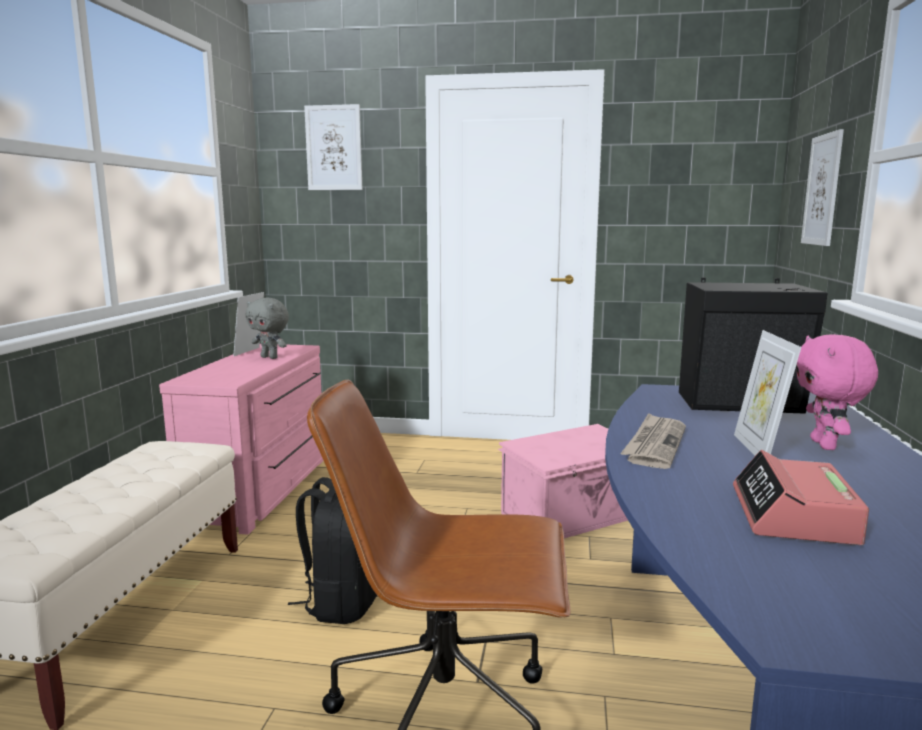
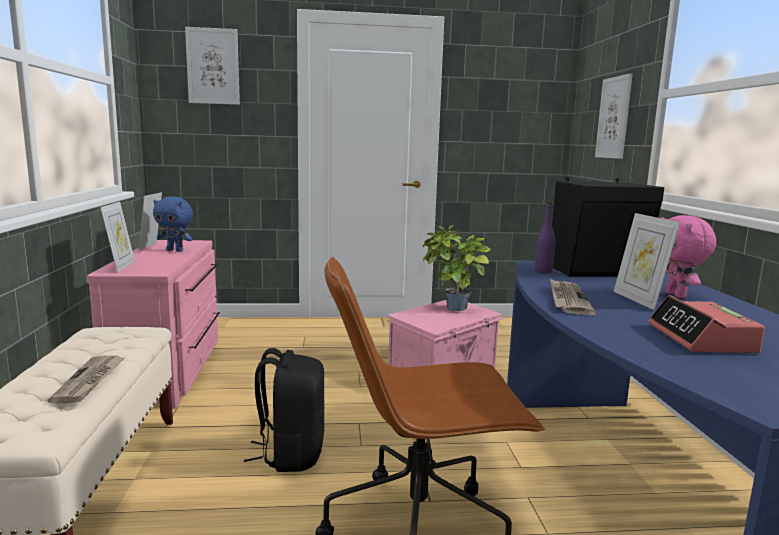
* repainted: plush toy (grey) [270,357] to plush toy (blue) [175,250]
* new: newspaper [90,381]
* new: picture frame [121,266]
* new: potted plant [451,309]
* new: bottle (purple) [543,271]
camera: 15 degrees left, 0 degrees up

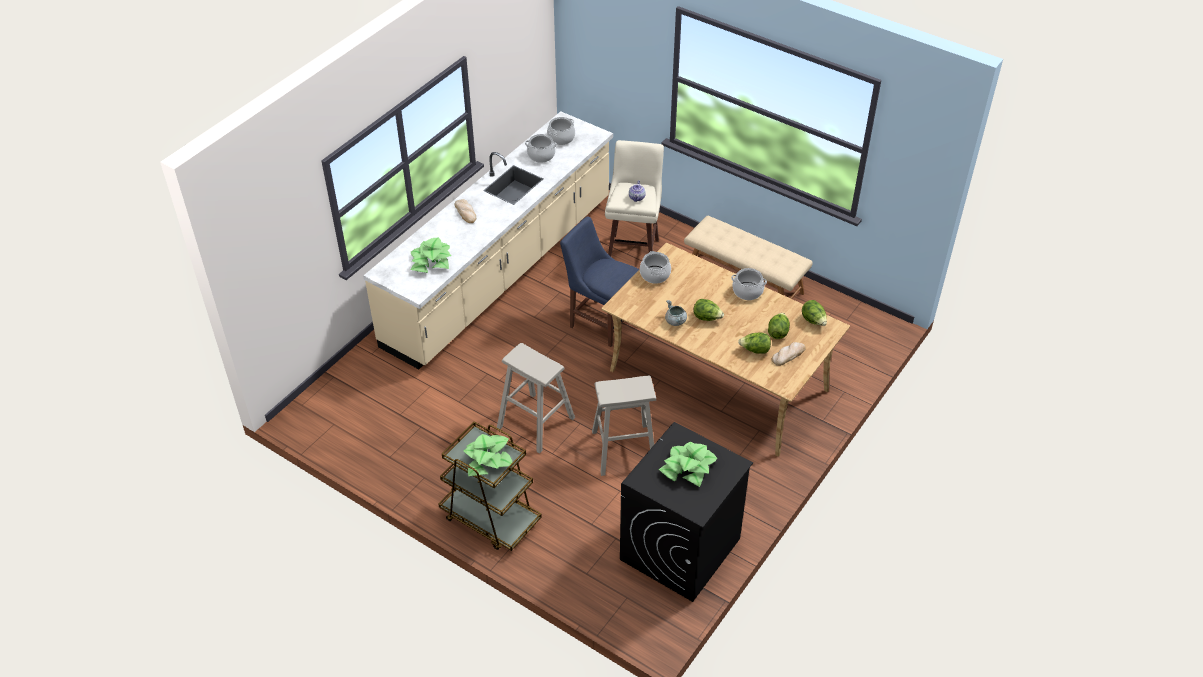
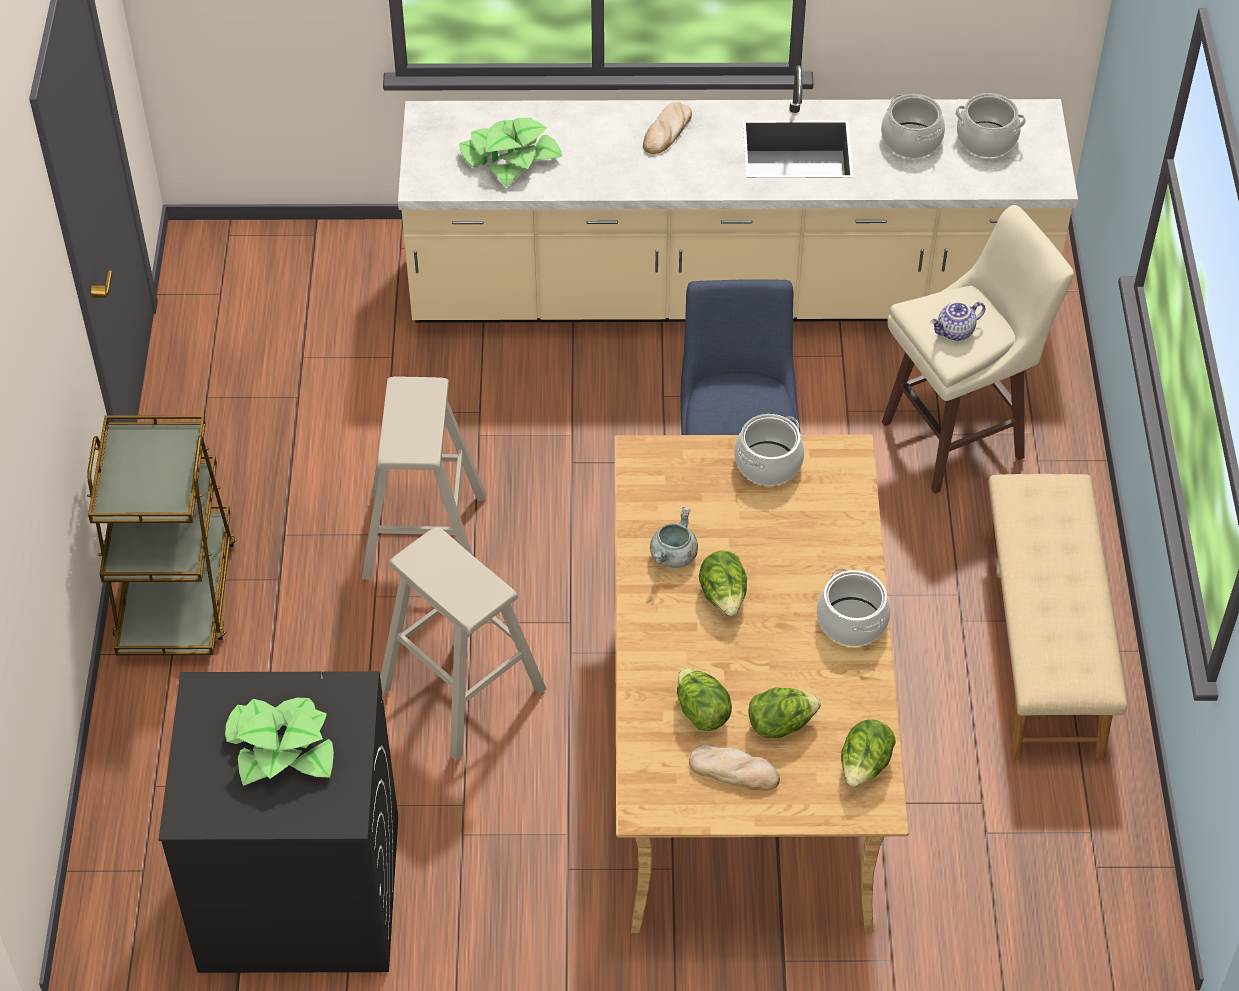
* gone: potted plant [488,459]
camera: 55 degrees right, 5 degrees up

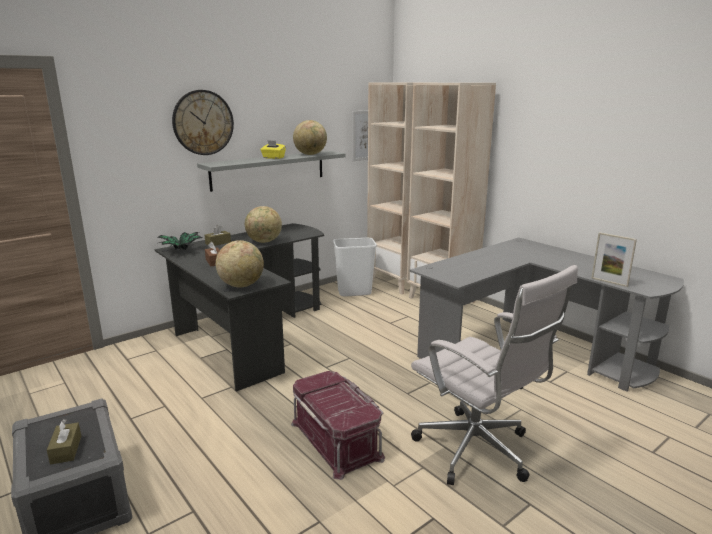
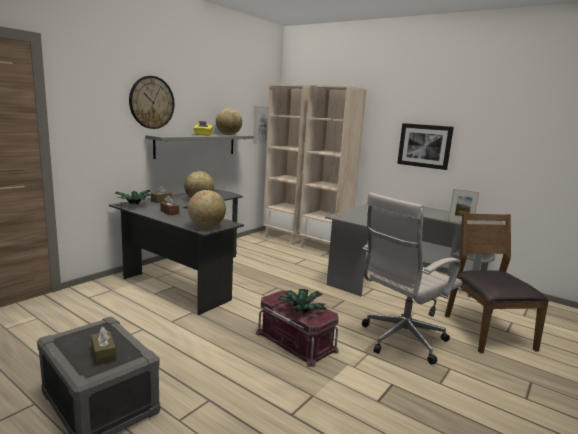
* gone: trash can (white) [354,292]
* rotated: office chair (white) [478,452] = [400,341] 105 degrees clockwise
* new: potted plant [300,311]
* new: picture [424,146]
* new: chair (brown) [486,331]
camera: 15 degrees left, 5 degrees down

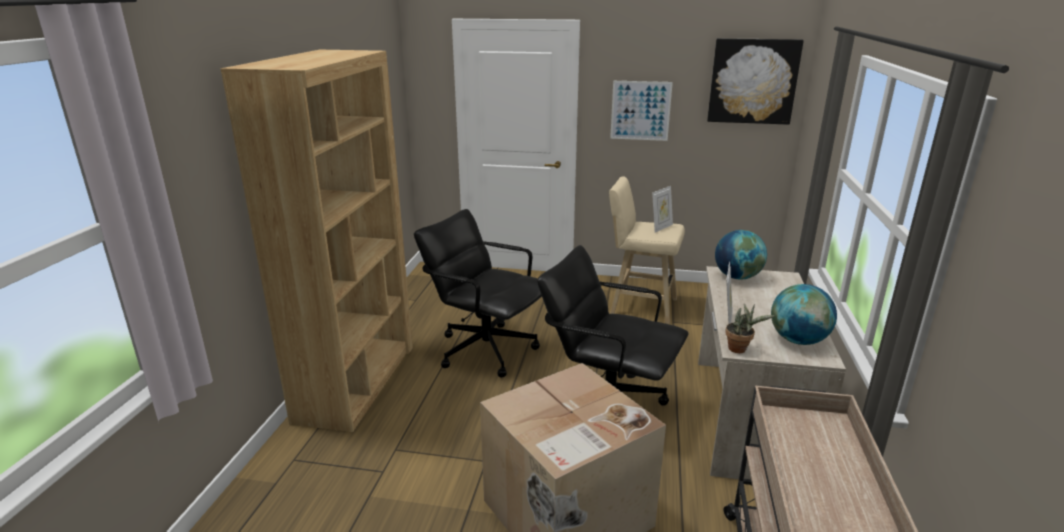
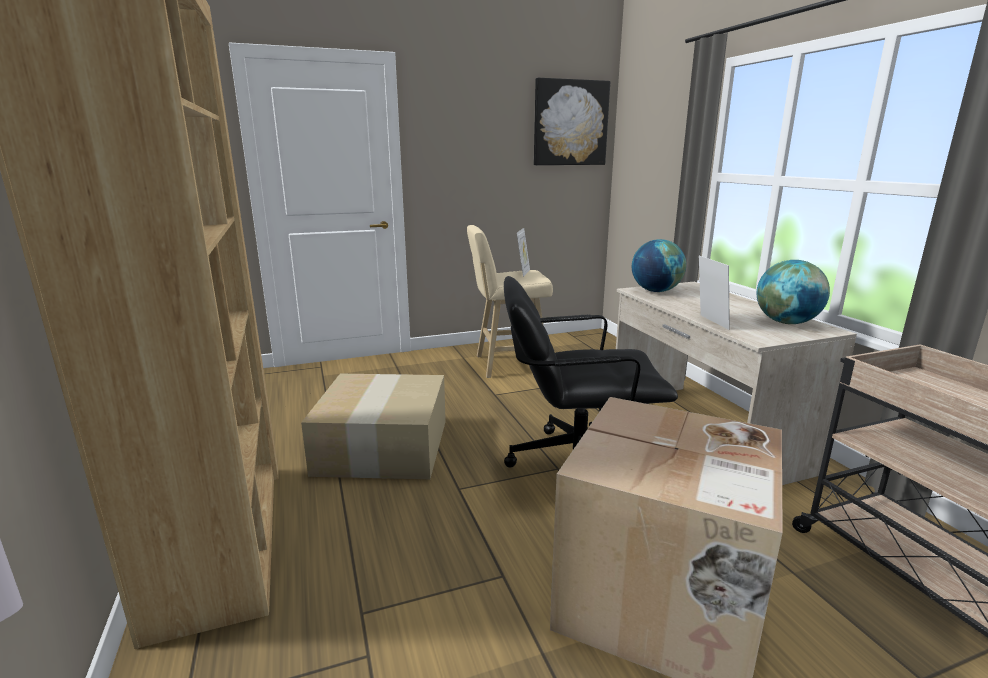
* swapped: office chair (black) [486,349] to cardboard box [381,445]
* gone: picture [640,110]
* gone: potted plant [740,349]
camera: 30 degrees left, 5 degrees down

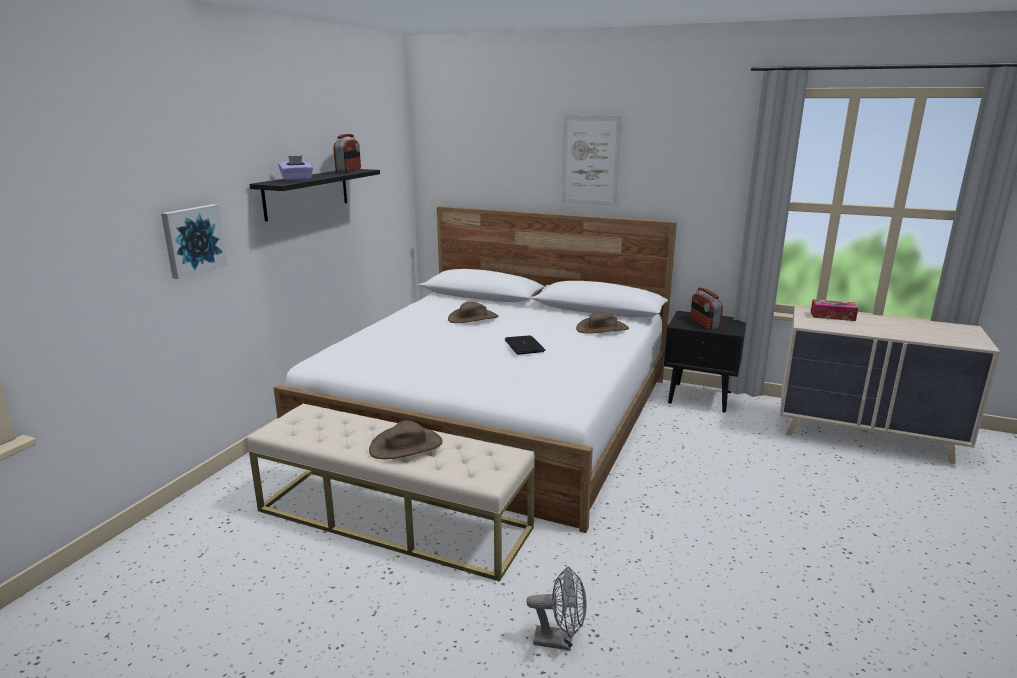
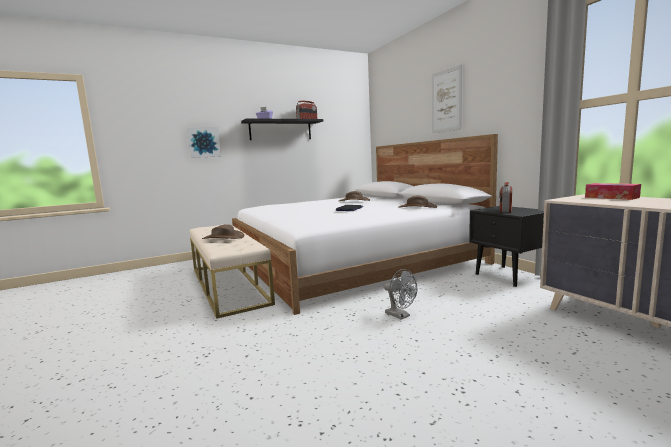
* shifted: fan (grey) [560,641] to [400,315]
camera: 40 degrees right, 10 degrees down

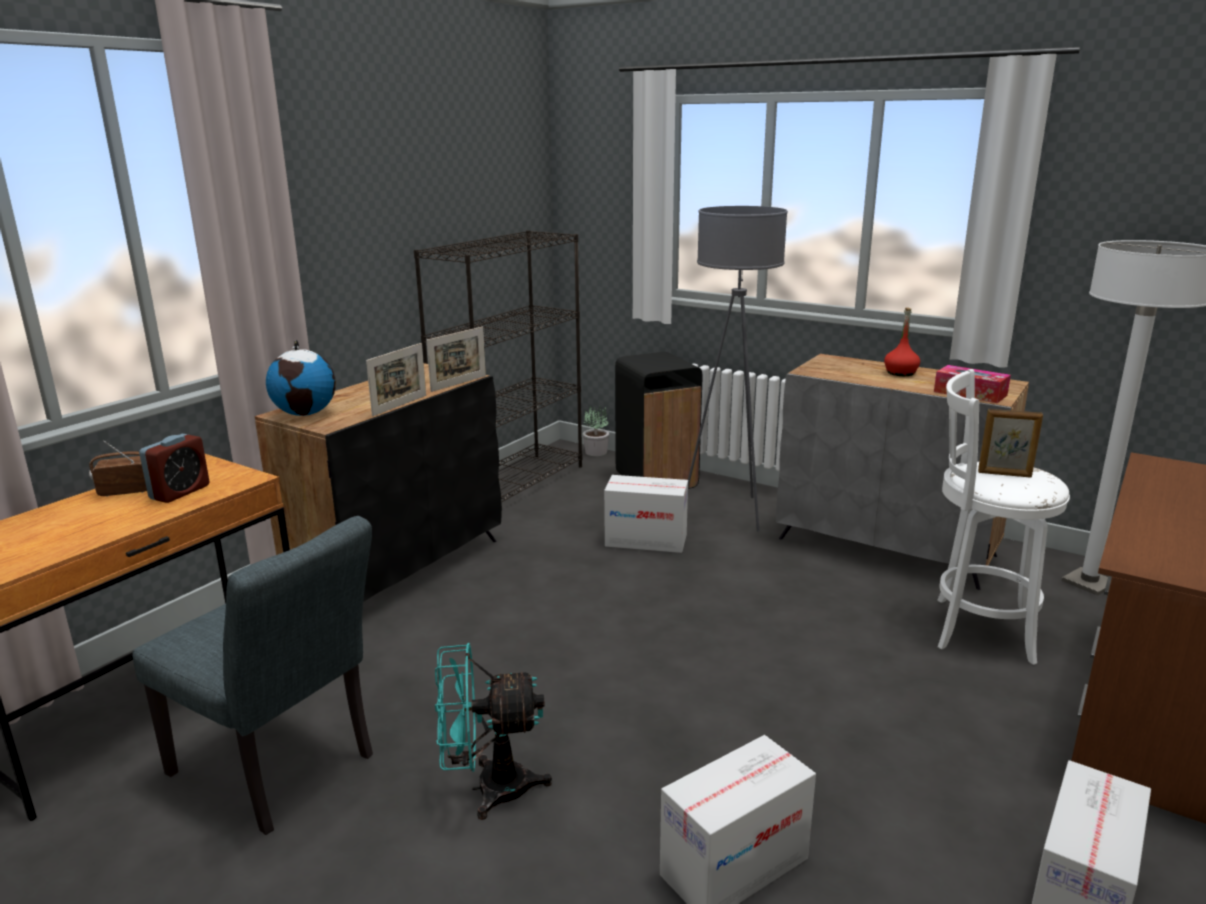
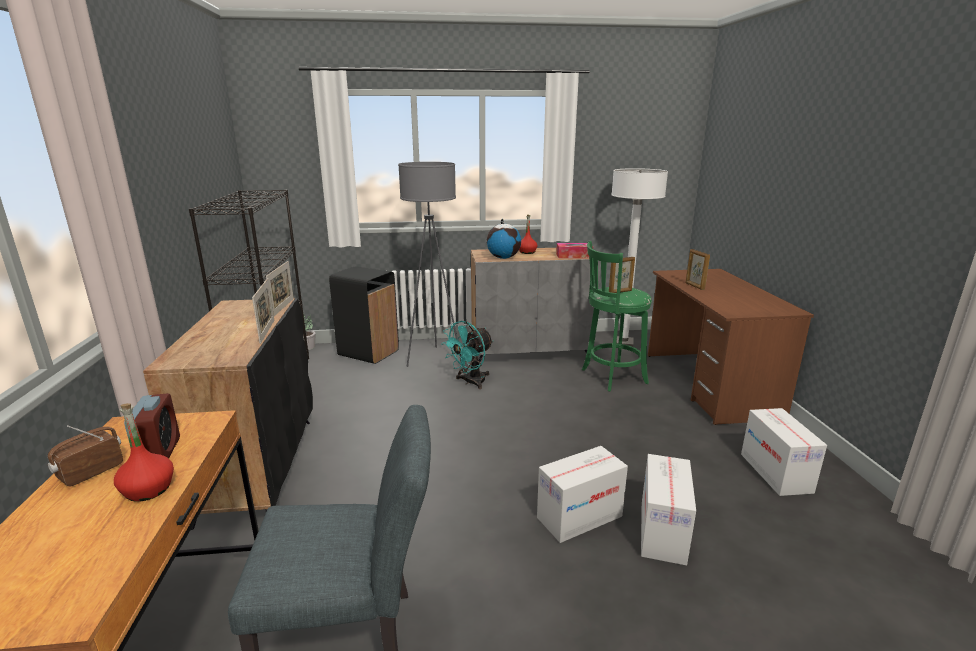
* shifted: globe [306,413] to [503,258]
* shifted: fan (turquoise) [488,788] to [470,382]
* shifted: cardboard box [646,540] to [579,517]
* repainted: stool (white) [976,629] to stool (green) [611,377]
* new: bottle (red) [148,489]
* new: picture frame [694,286]
camera: 40 degrees left, 0 degrees up

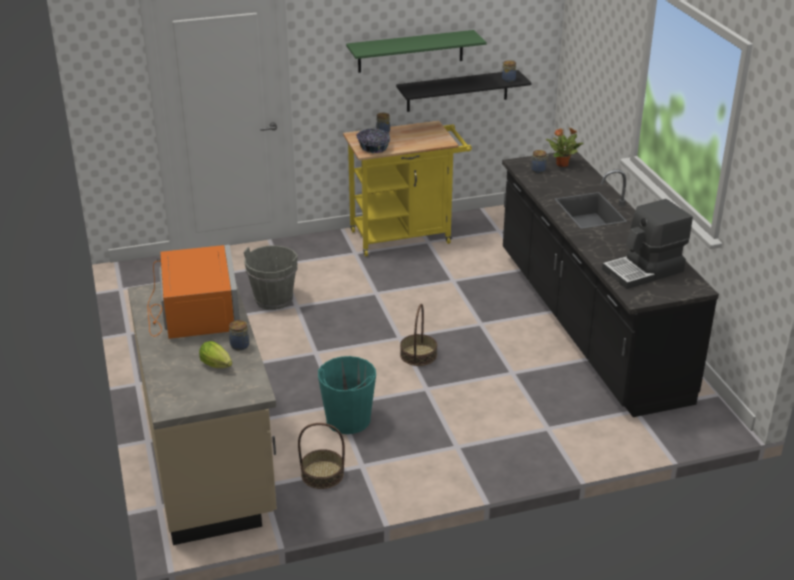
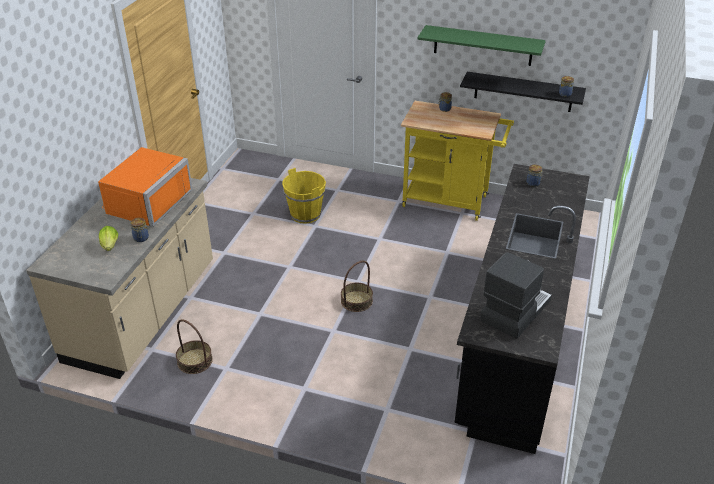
* repainted: bucket (grey) [274,299] to bucket (yellow) [305,214]
* gone: bucket (turquoise) [348,420]
* gone: bowl [373,147]
* gone: potted plant [562,164]
* rotated: coffee machine [644,271] = [514,310] 120 degrees clockwise
camera: 35 degrees right, 5 degrees up

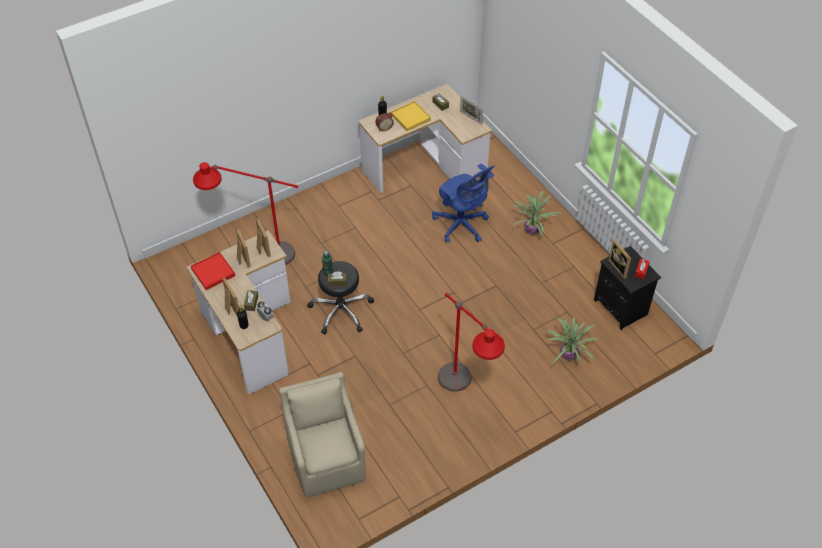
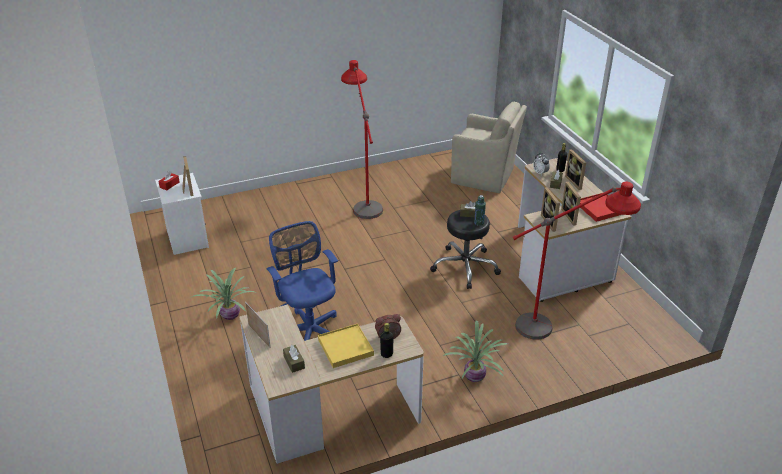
* rotated: armchair (beige) [327,459] = [484,177] 60 degrees counterclockwise
* shifted: potted plant [567,355] to [475,377]
* repainted: nightstand (black) [622,308] to nightstand (white) [186,239]
camera: 170 degrees left, 15 degrees down

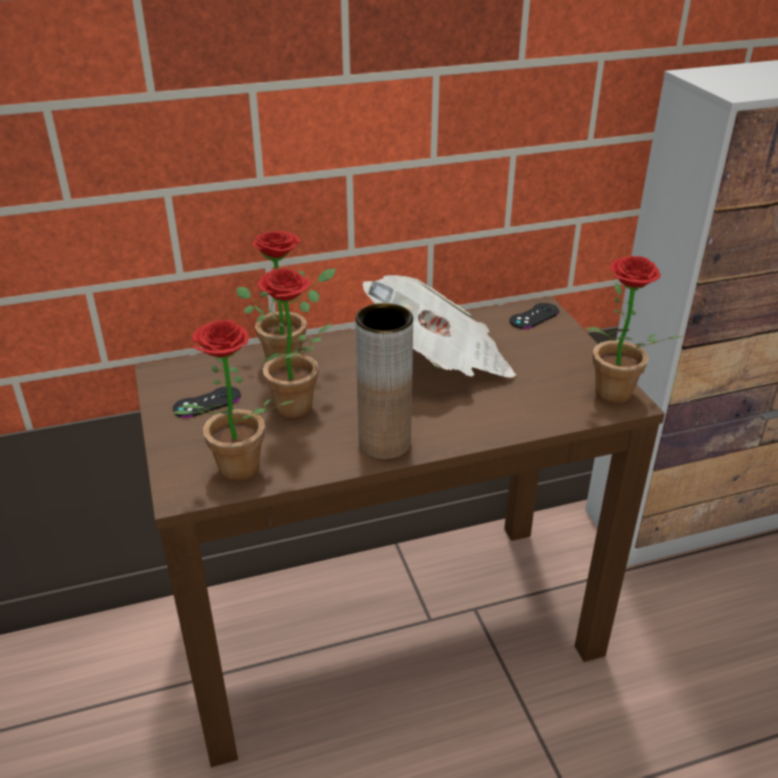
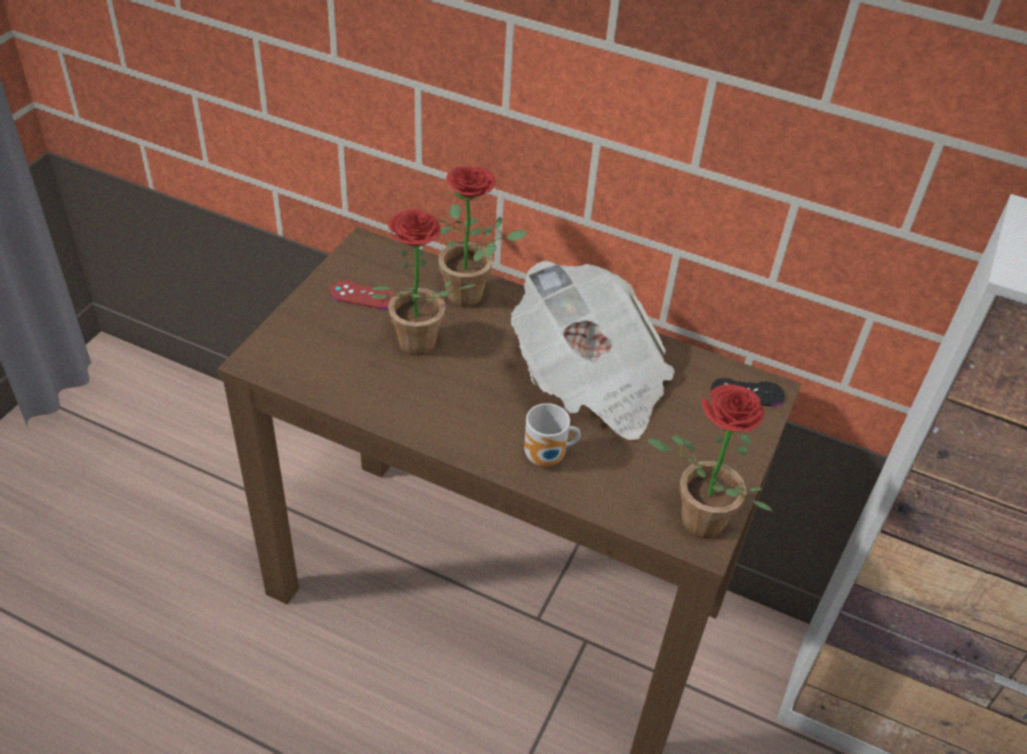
* gone: potted plant [235,474]
* repainted: game controller (black) [207,402] to game controller (red) [363,295]
* gone: vase (brown) [384,443]
* new: mug [547,458]
camera: 40 degrees right, 10 degrees up

